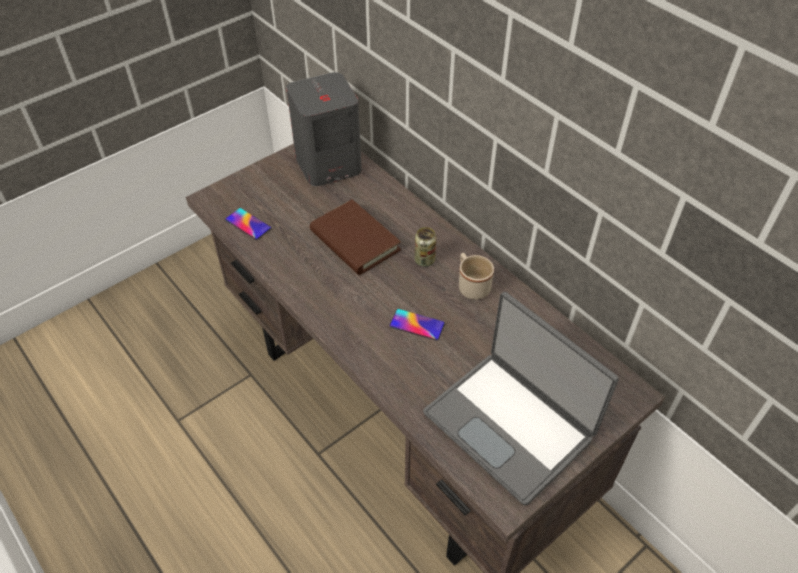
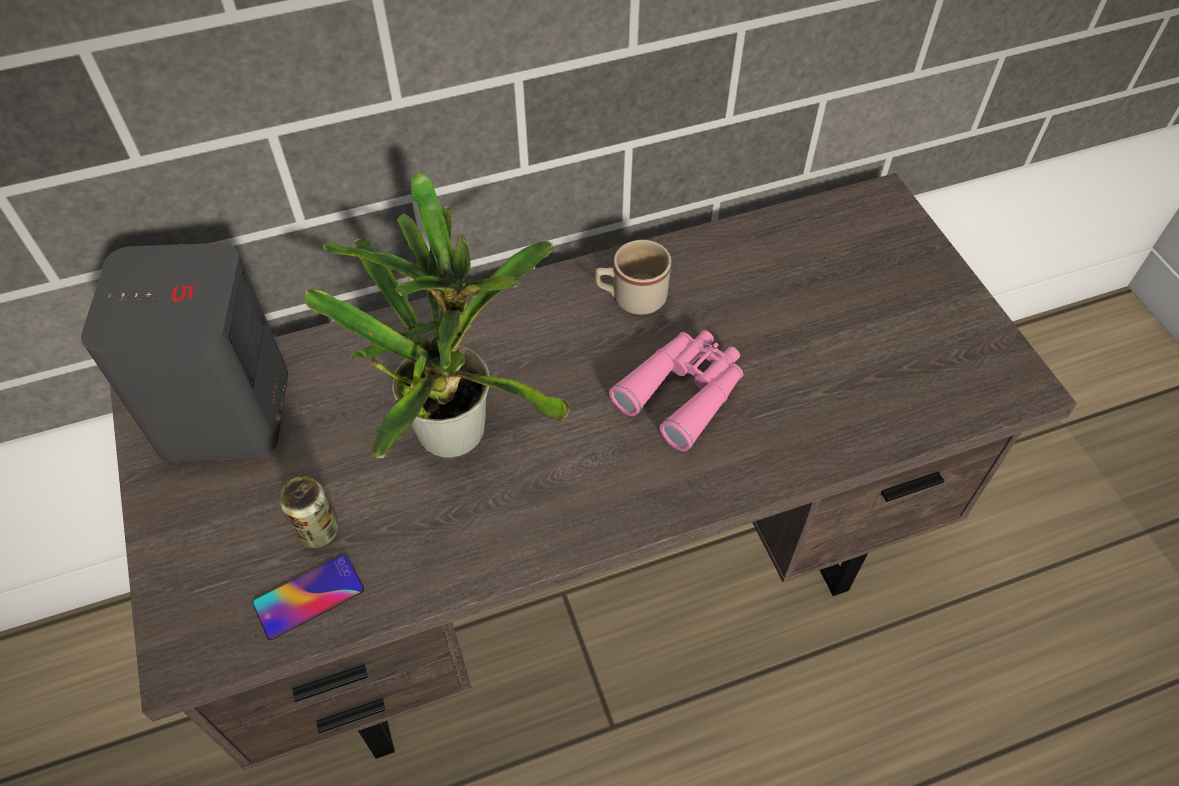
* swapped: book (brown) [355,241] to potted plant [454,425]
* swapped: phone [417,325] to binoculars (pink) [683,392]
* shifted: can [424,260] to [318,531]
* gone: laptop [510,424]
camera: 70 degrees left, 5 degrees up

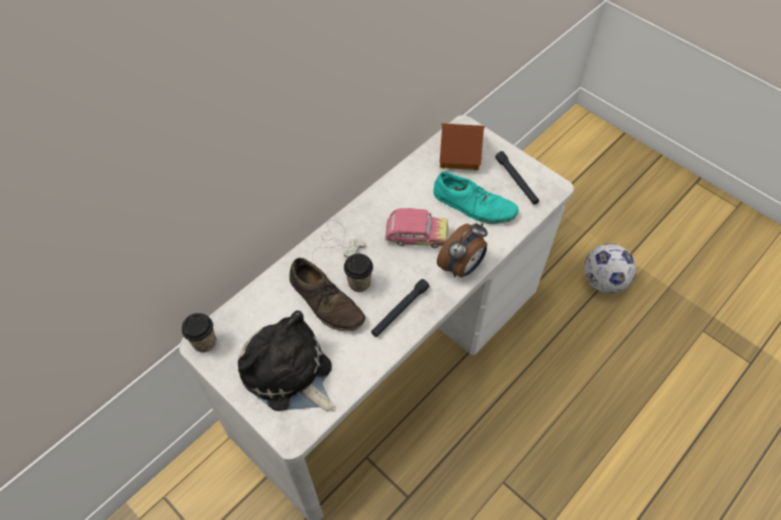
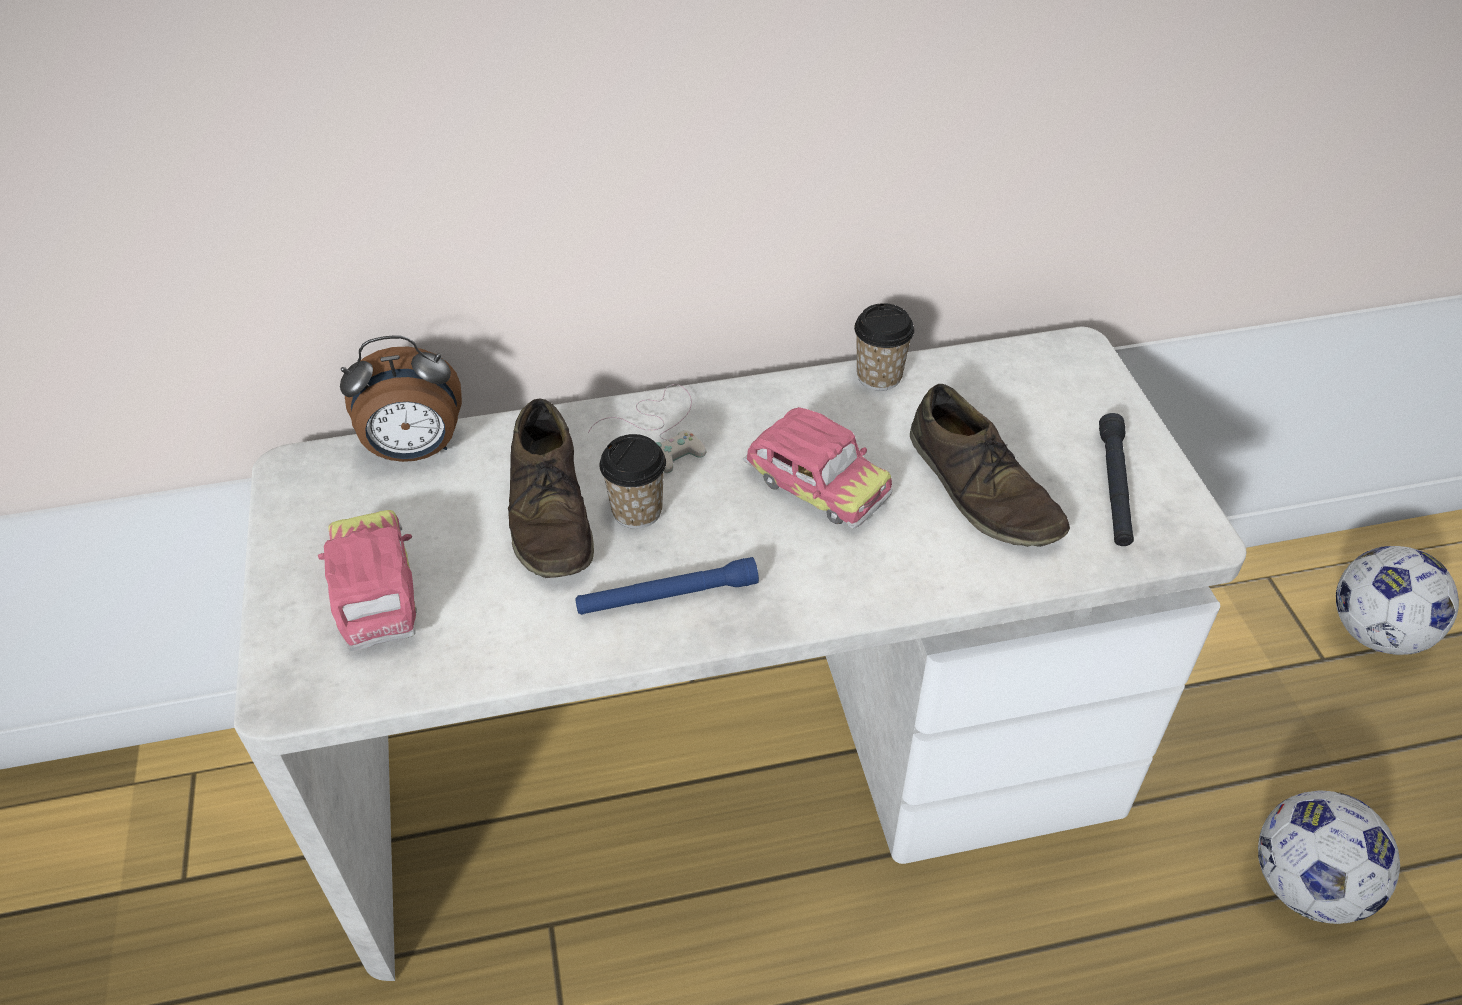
* shifted: cup [204,342] to [879,376]
* swapped: plush toy [289,374] to toy car [377,594]
* repainted: flashlight (black) [400,311] to flashlight (blue) [667,596]
* repainted: shoe (turquoise) [474,205] to shoe (brown) [982,488]
* shifted: alarm clock [462,267] to [415,451]
* gone: toy house [460,153]
* new: football [1376,633]
camera: 35 degrees right, 10 degrees down

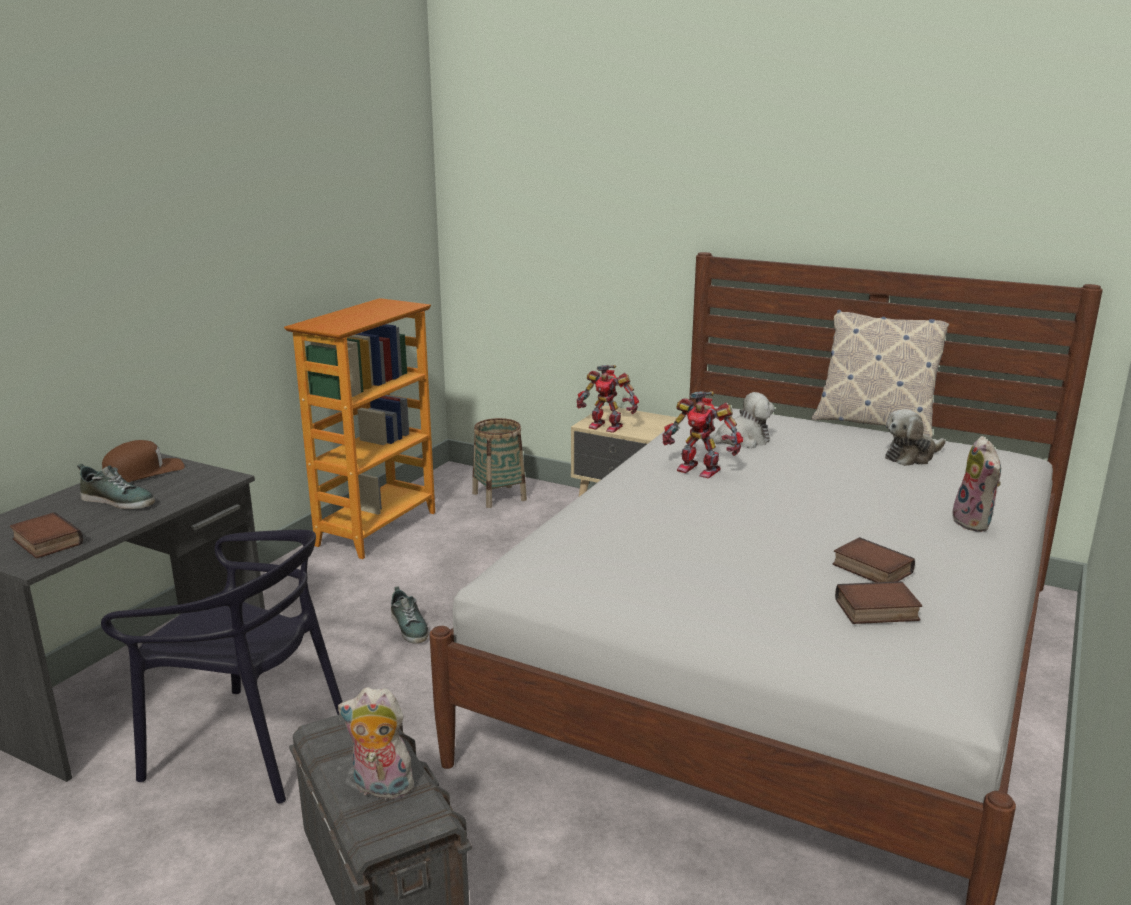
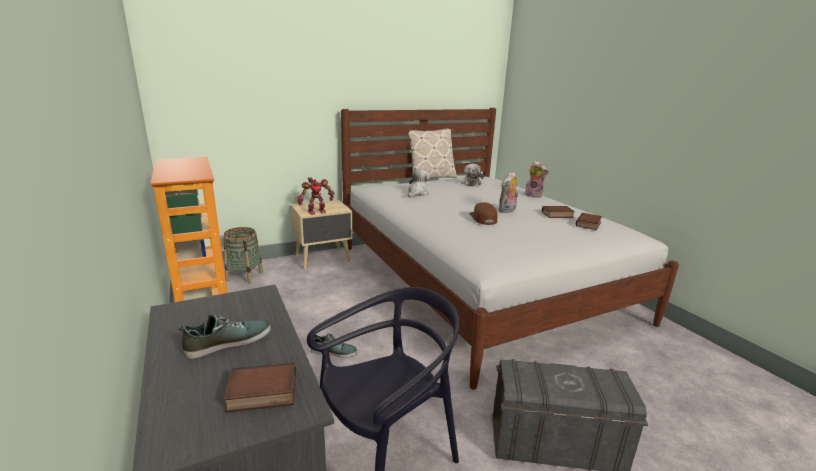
* shifted: cap (brown) [143,472] to [483,218]
* shifted: plush toy [380,788] to [507,211]
* gone: toy robot [700,469]
camera: 55 degrees left, 0 degrees up

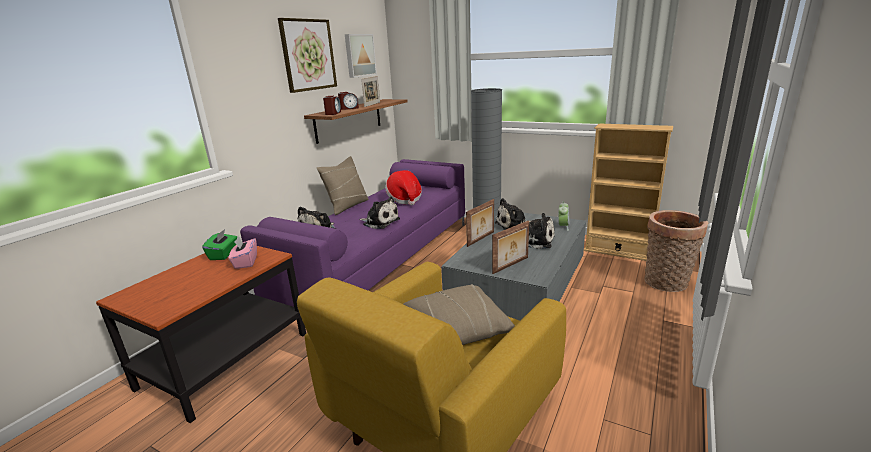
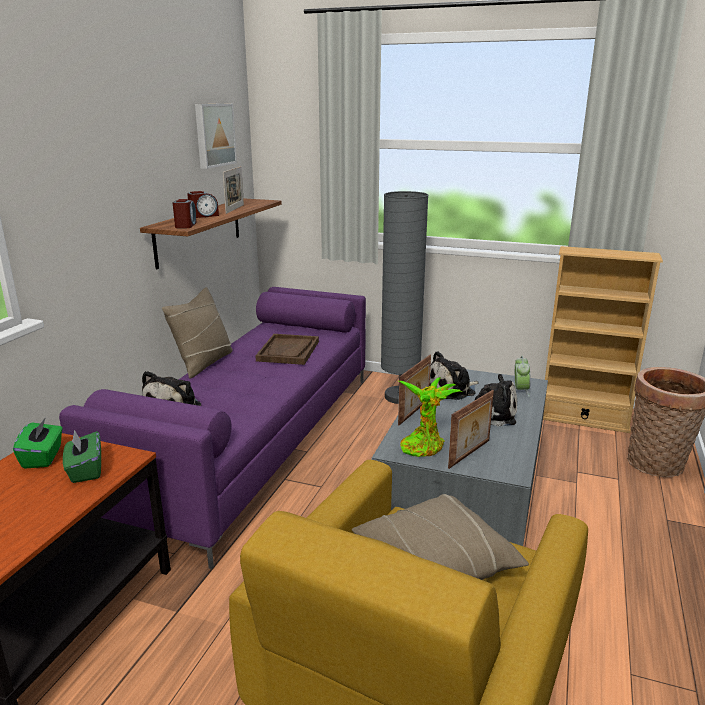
* repainted: tissue box (pink) [245,262] to tissue box (green) [85,470]
* gone: picture [308,55]
* gone: plush toy [380,222]
* swapped: hat [404,199] to tray (brown) [288,351]
* new: potted plant [424,446]
camera: 10 degrees left, 0 degrees up

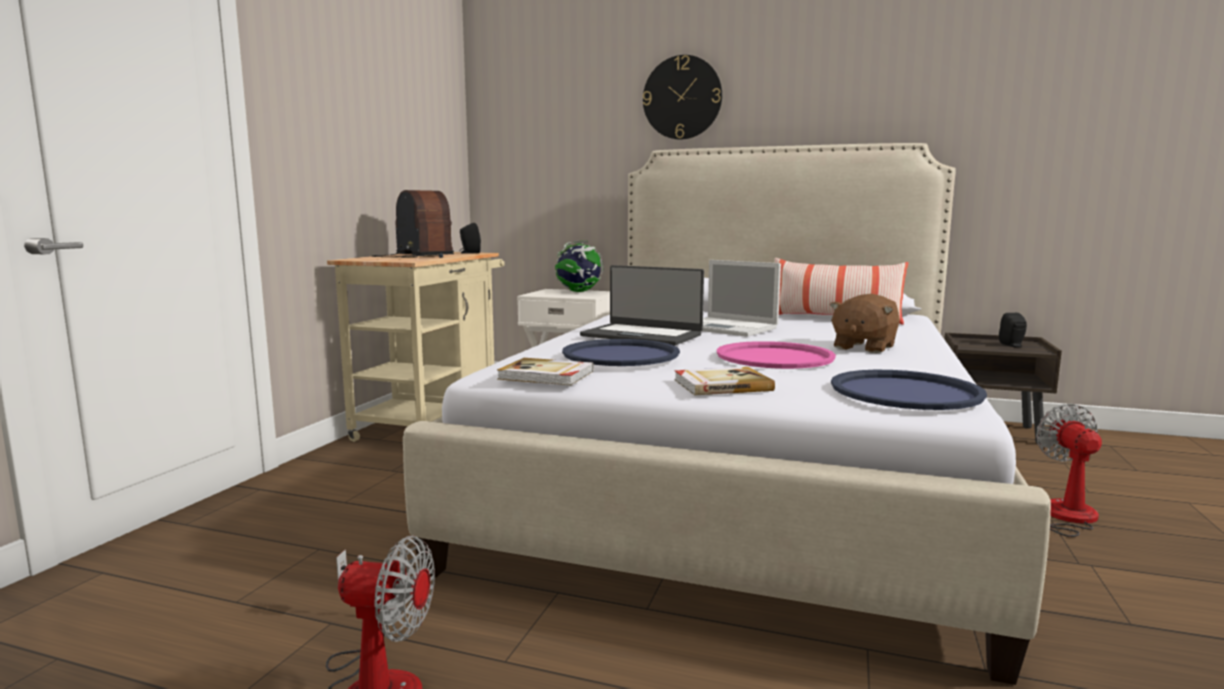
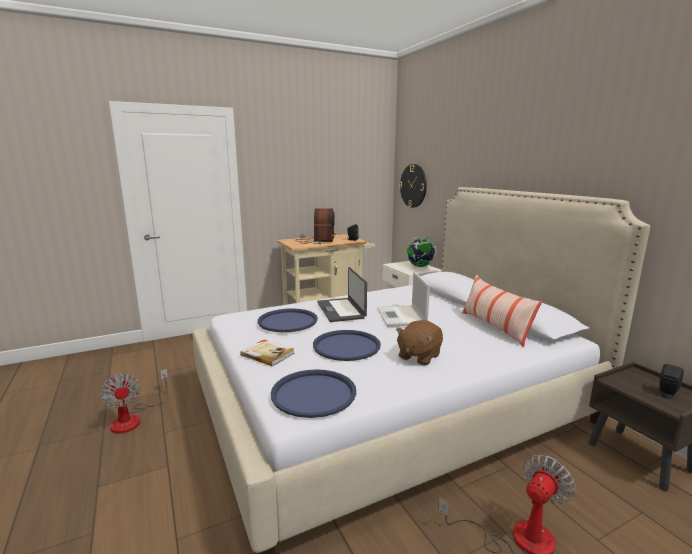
* gone: book [546,375]
* shifted: wall clock [682,97] to [413,186]
* repainted: tray (pink) [774,357] to tray (blue) [346,346]
* rotated: plush toy (brown) [863,347] = [418,356] 45 degrees counterclockwise
camera: 45 degrees right, 5 degrees up

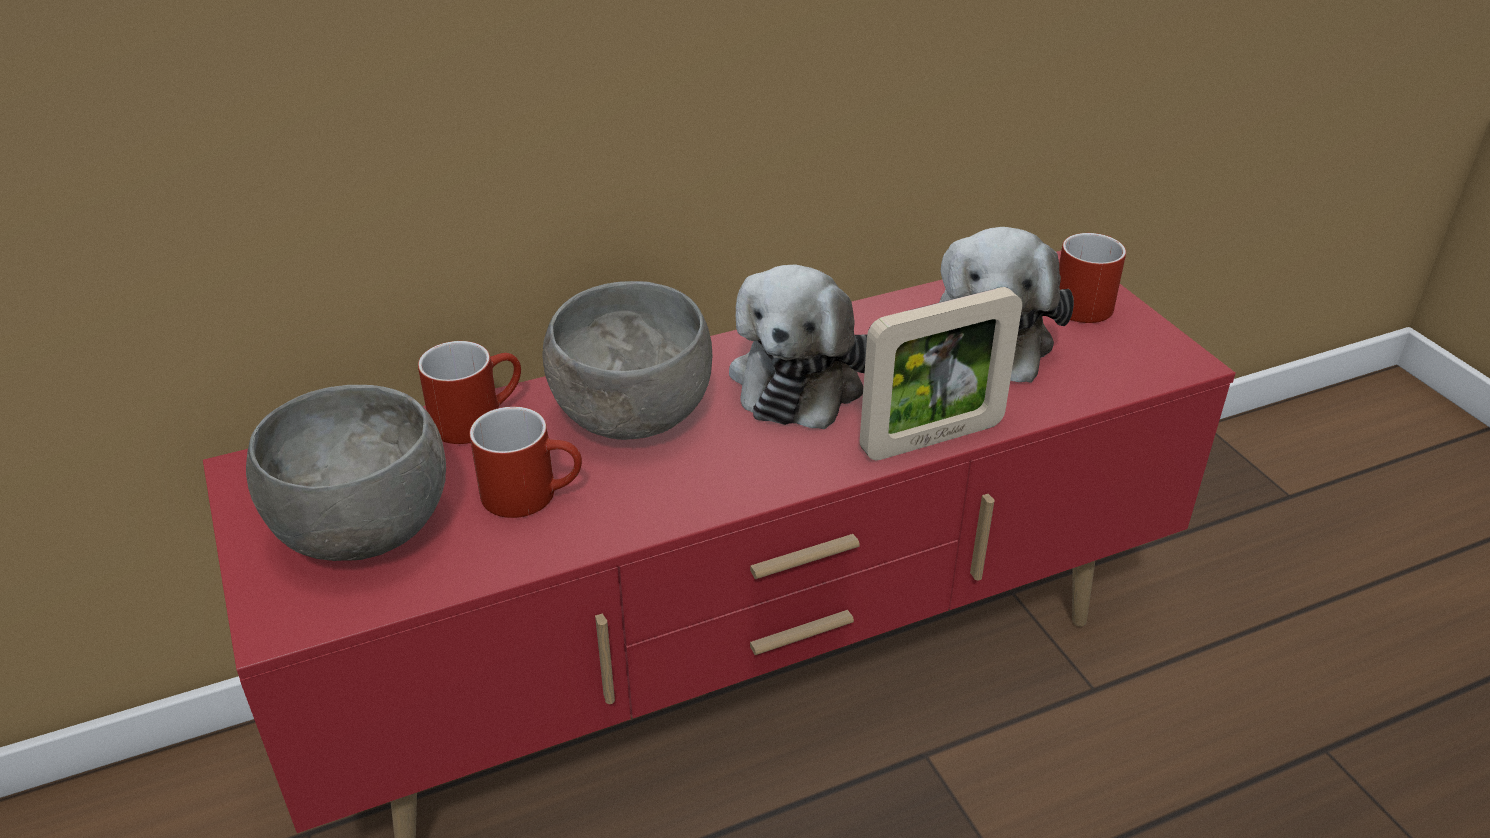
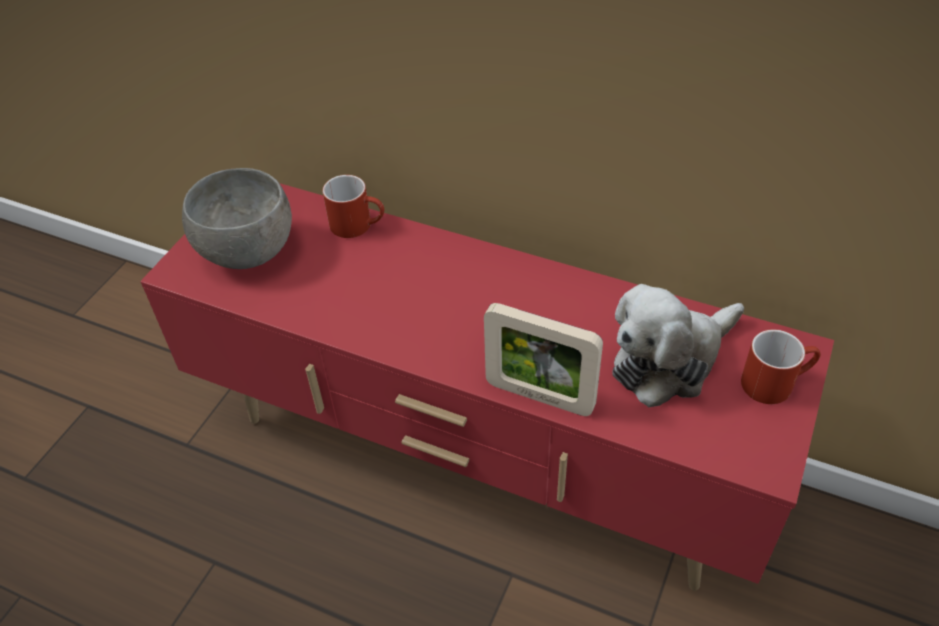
* gone: mug (red) [533,493]
* gone: bowl (grey) [630,417]
* gone: plush toy [800,377]
camera: 50 degrees right, 10 degrees up

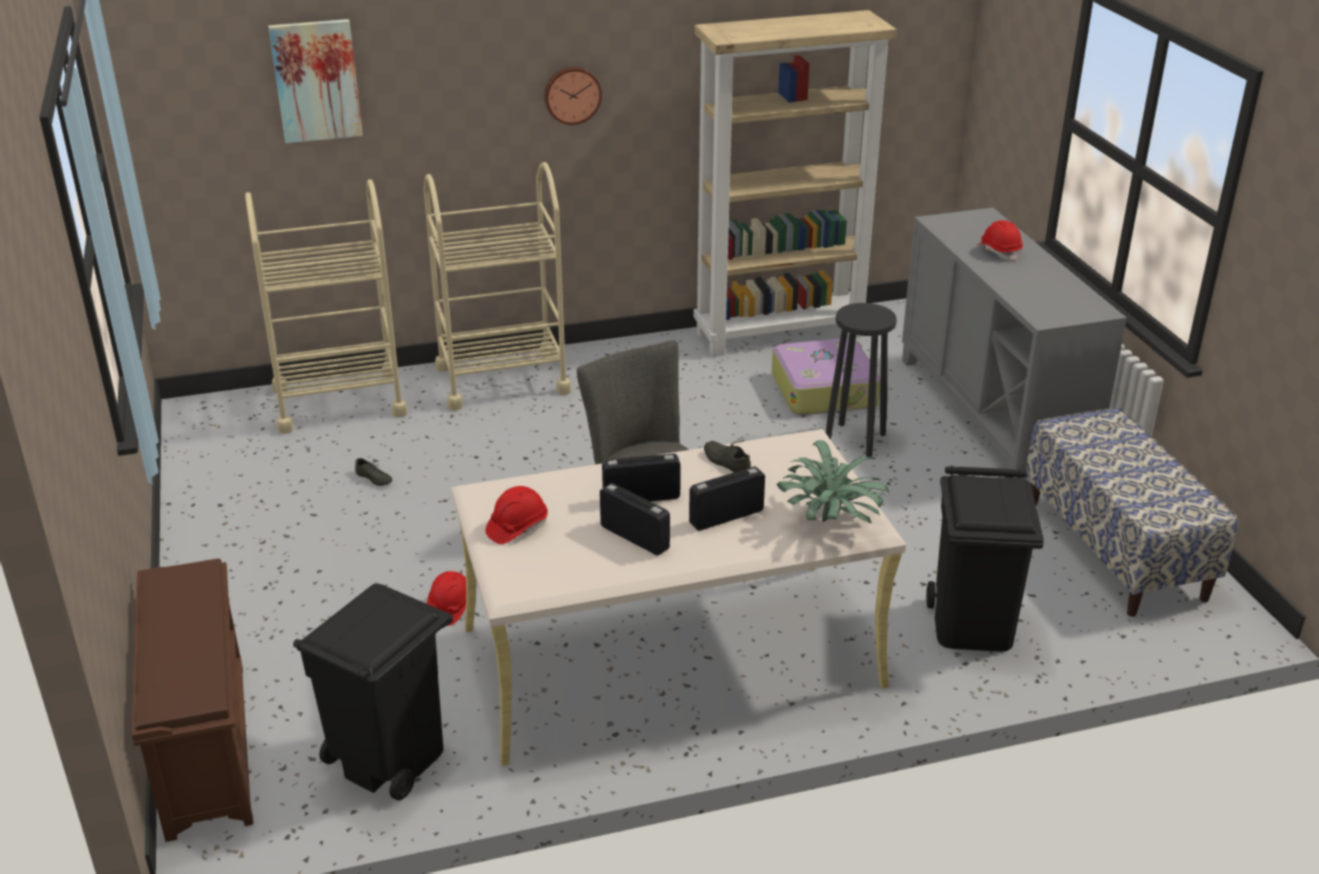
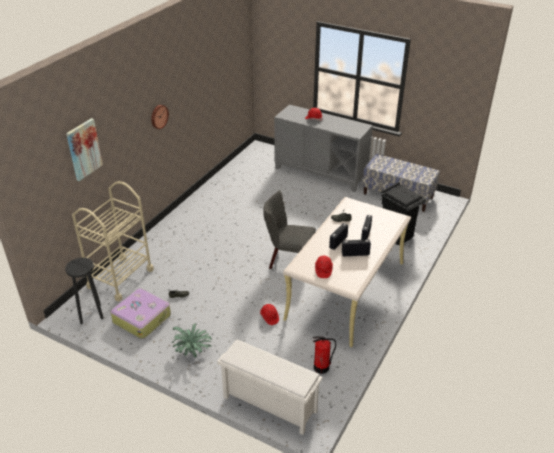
* repainted: shoe rack (brown) [205,747] to shoe rack (white) [268,404]
* swapped: trash can (black) [389,757] to fire extinguisher [321,367]
* gone: cart (beige) [502,380]
* gone: bookcase (beige) [780,333]
* shifted: suitcase [825,390] to [142,318]
* shifted: potted plant [830,521] to [192,350]
* shifted: stool (black) [855,440] to [91,314]
camera: 45 degrees left, 5 degrees up

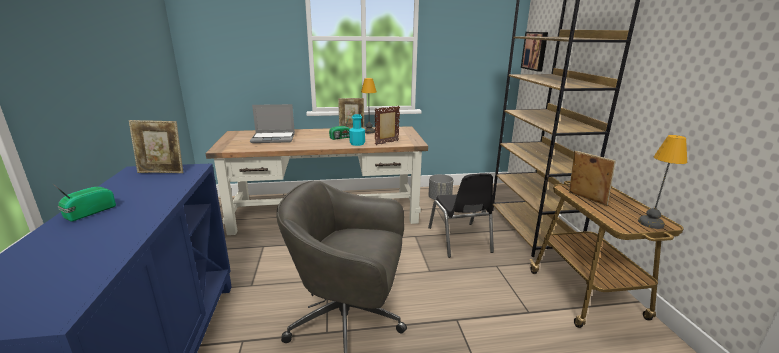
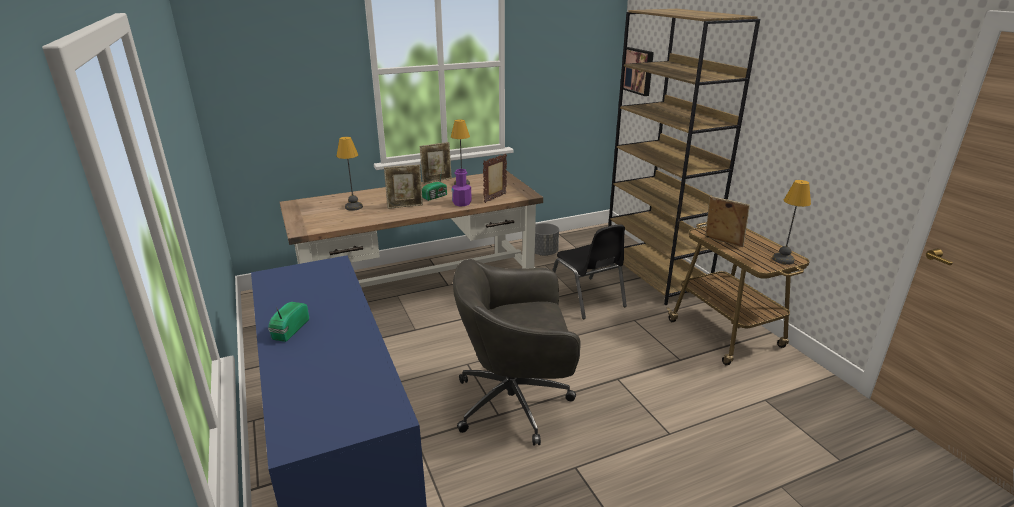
* shifted: picture frame [162,172] to [405,206]
* swapped: laptop [274,138] to table lamp [354,207]
* repainted: bottle (turquoise) [357,143] to bottle (purple) [462,203]
camera: 15 degrees left, 5 degrees up

